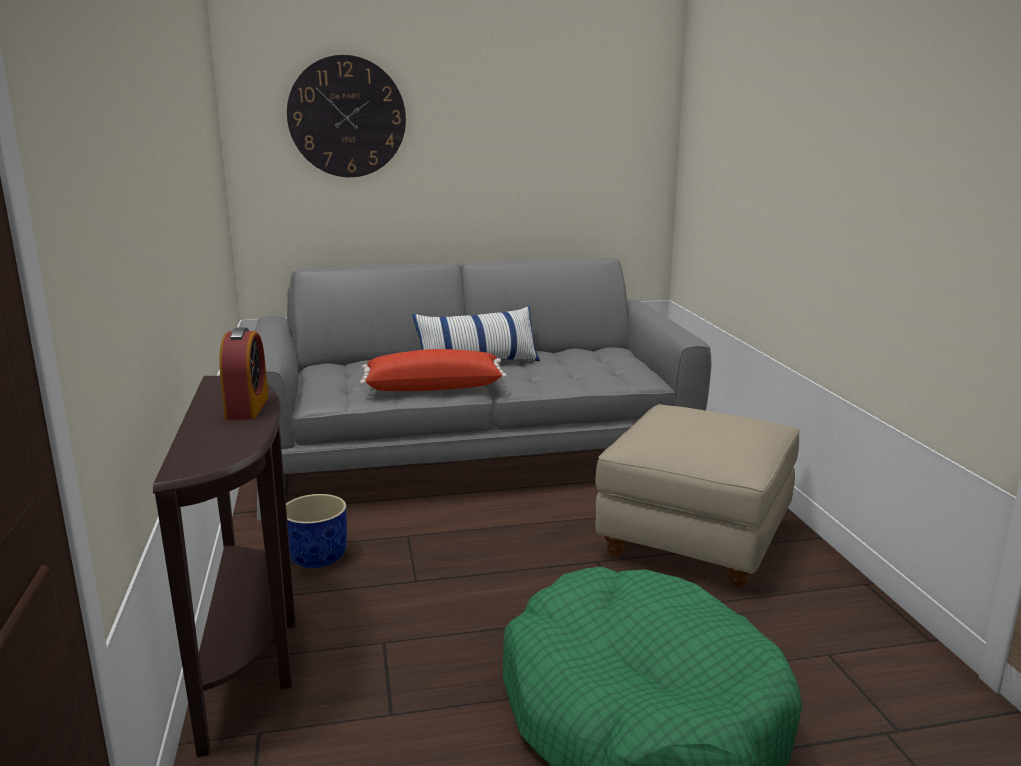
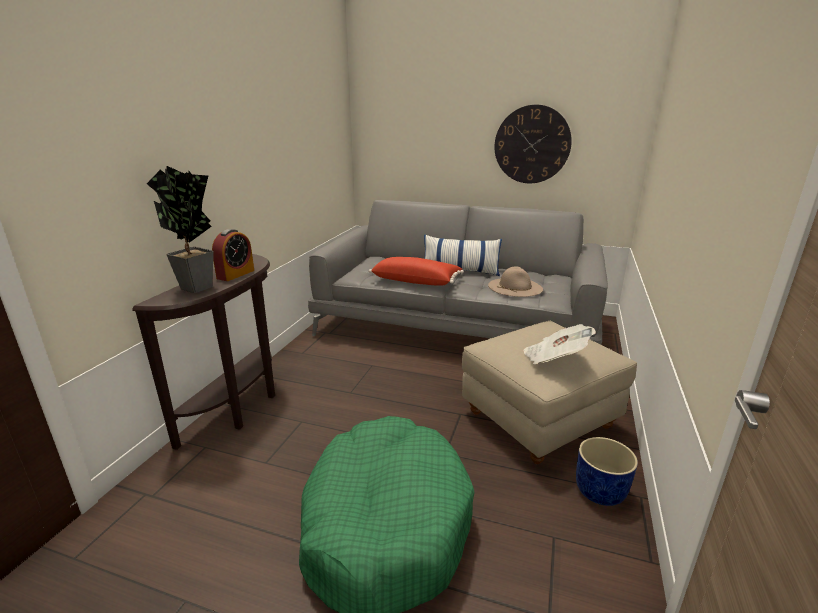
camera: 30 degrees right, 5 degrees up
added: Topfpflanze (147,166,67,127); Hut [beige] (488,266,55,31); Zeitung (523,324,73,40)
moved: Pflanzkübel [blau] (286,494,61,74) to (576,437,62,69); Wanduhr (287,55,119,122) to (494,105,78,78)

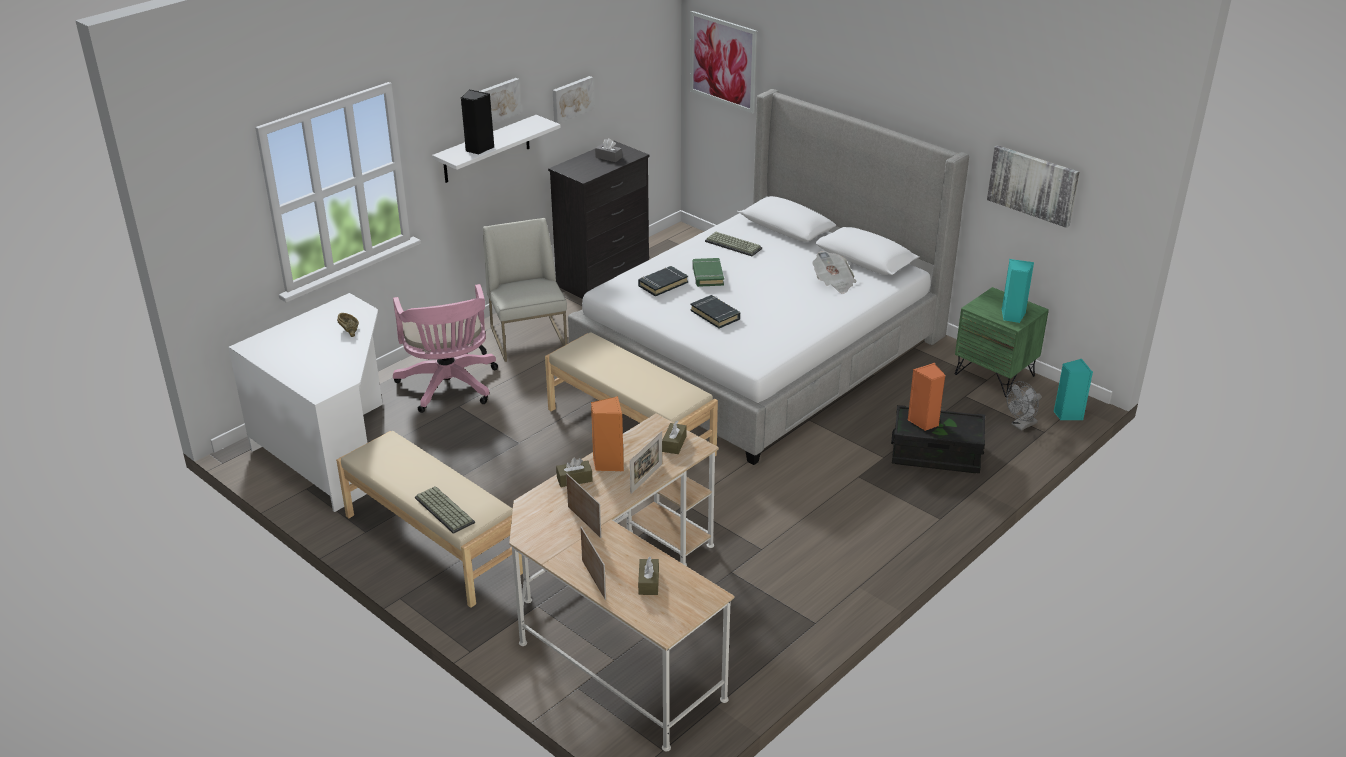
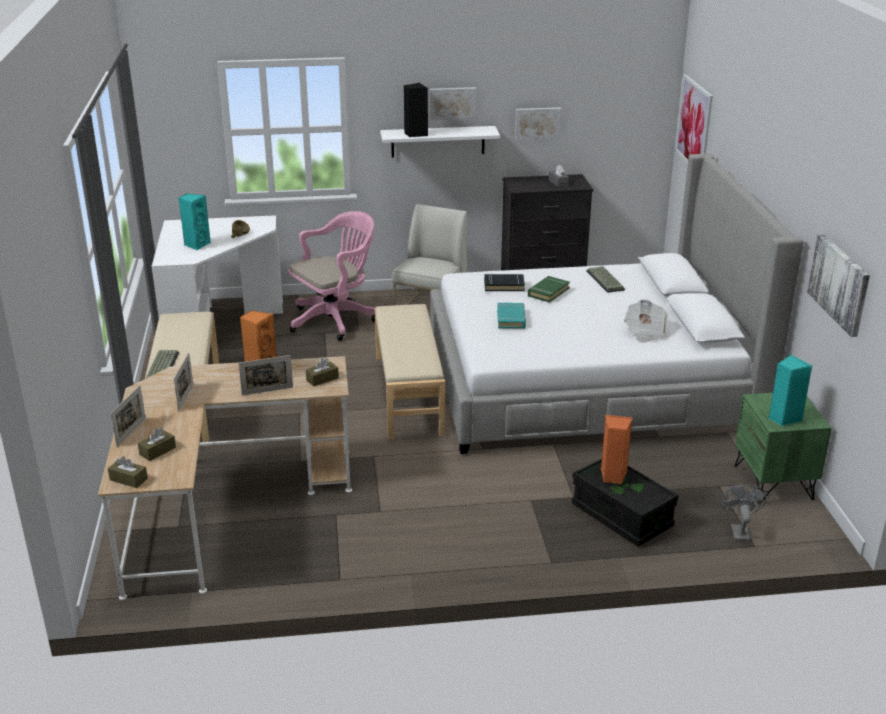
camera: 40 degrees right, 5 degrees down
moved: Taschentuchbox [braun] (556,458,37,29) to (108,456,40,32); Lautsprecher [türkis] (1054,359,39,61) to (179,193,32,57)
recoloured: Buch [schwarz] (690,295,50,33) to Buch [türkis] (497,303,29,26)
turned: Bürostuhl [rosa] (393,284,105,129) = (288,211,87,130) 150 degrees counterclockwise; Ventilator [grau] (1006,381,36,50) = (720,484,46,58) 90 degrees clockwise

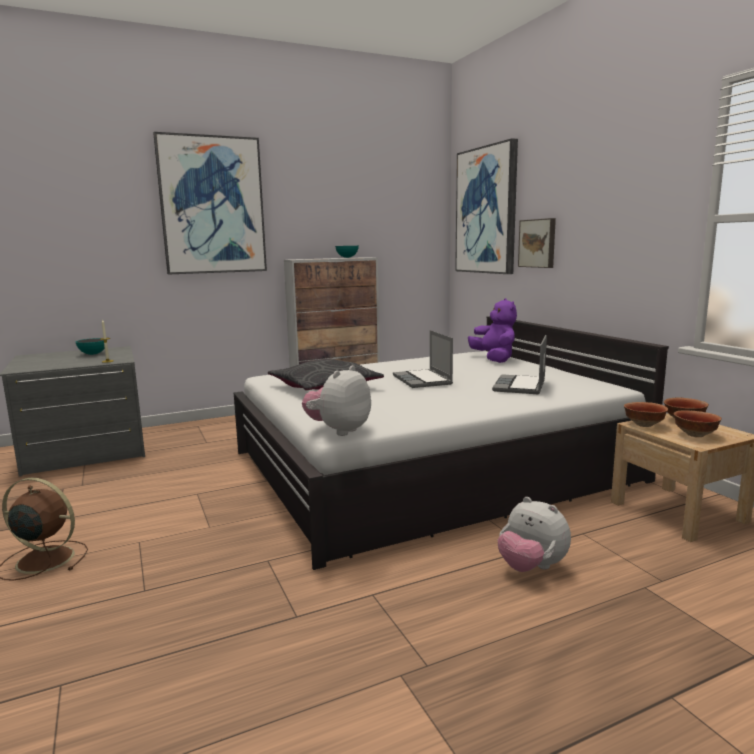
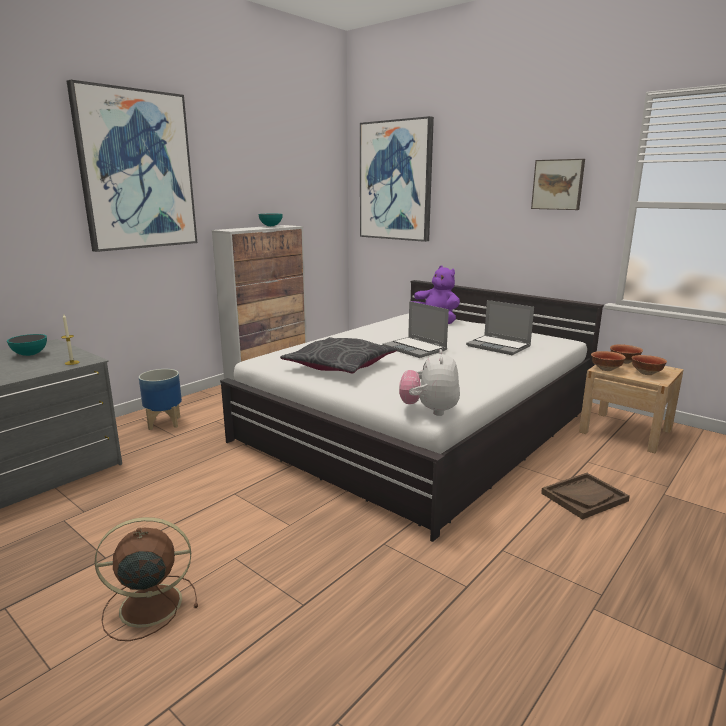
camera: 25 degrees left, 5 degrees up
added: Pflanzkübel (139,369,43,61)
moved: Bild (518,218,38,50) to (531,159,54,51)
replaced: Plüschtier (498,497,73,75) to Tablett [braun] (541,473,89,47)
turned: Laptop (492,335,55,59) = (466,300,68,55) 45 degrees counterclockwise

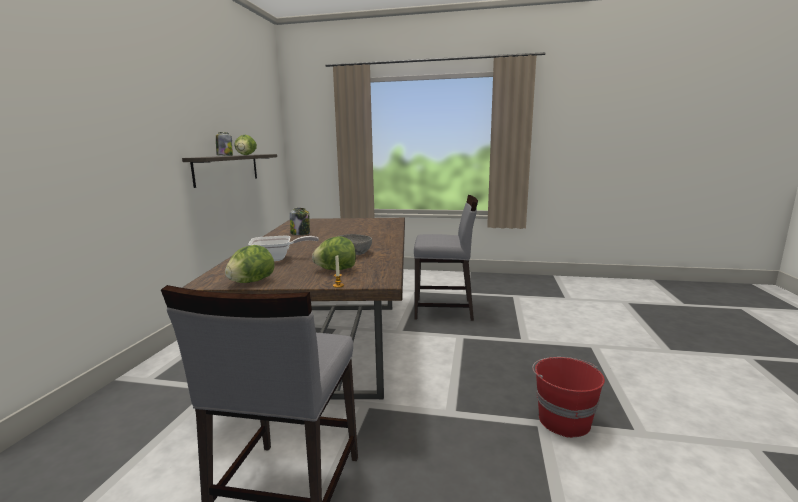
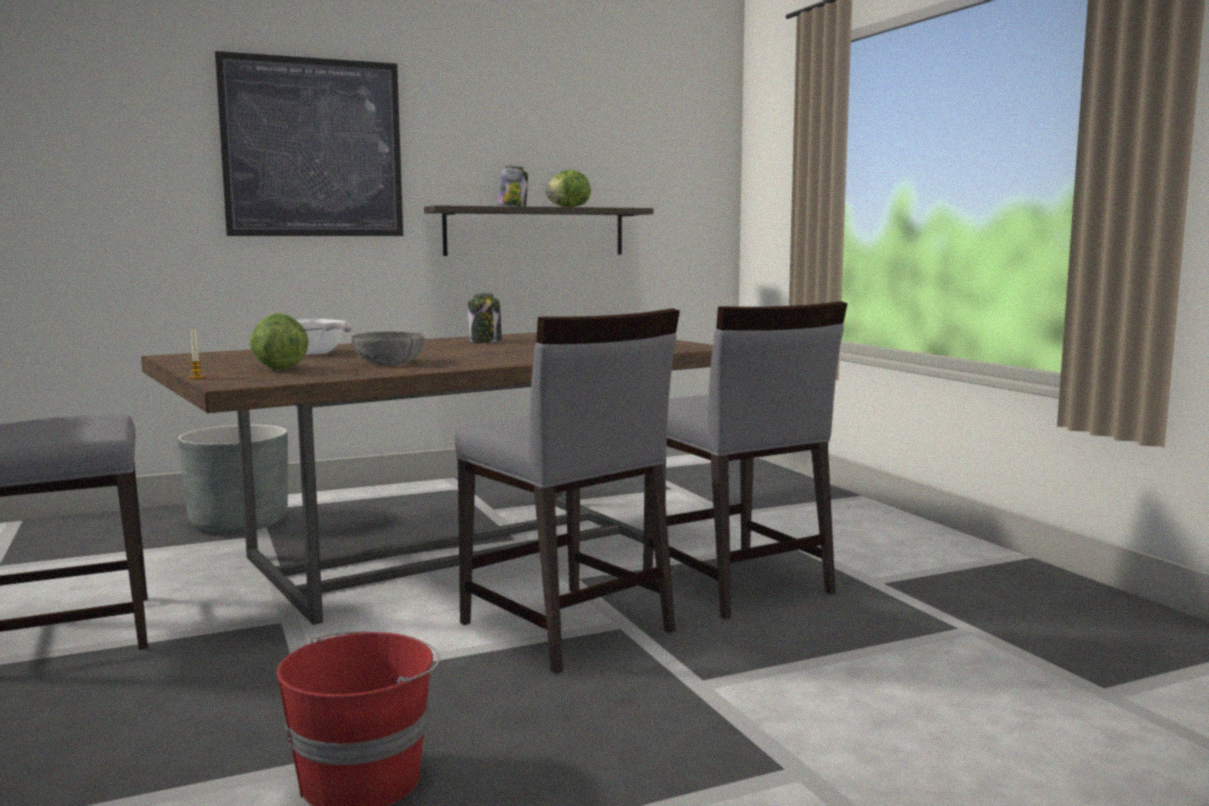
camera: 55 degrees right, 5 degrees down
removed: Salatkopf (225,245,50,38)
added: Pflanzkübel [grau] (178,425,110,108); Bild (215,51,188,185); Stuhl [grau] (455,308,225,366)

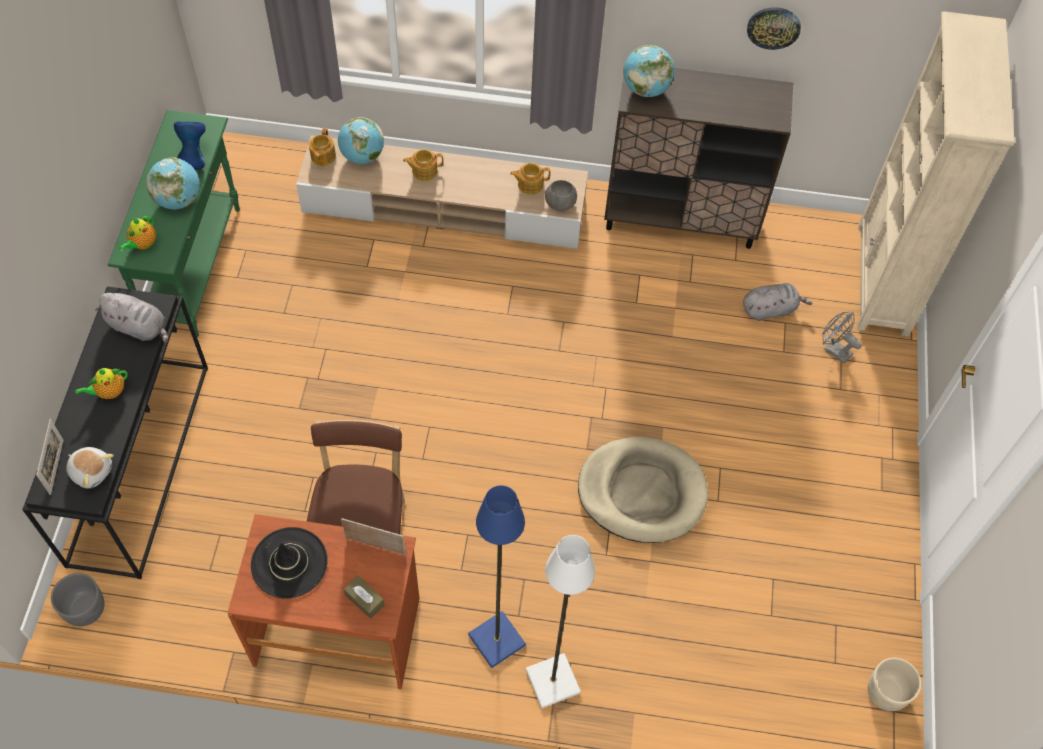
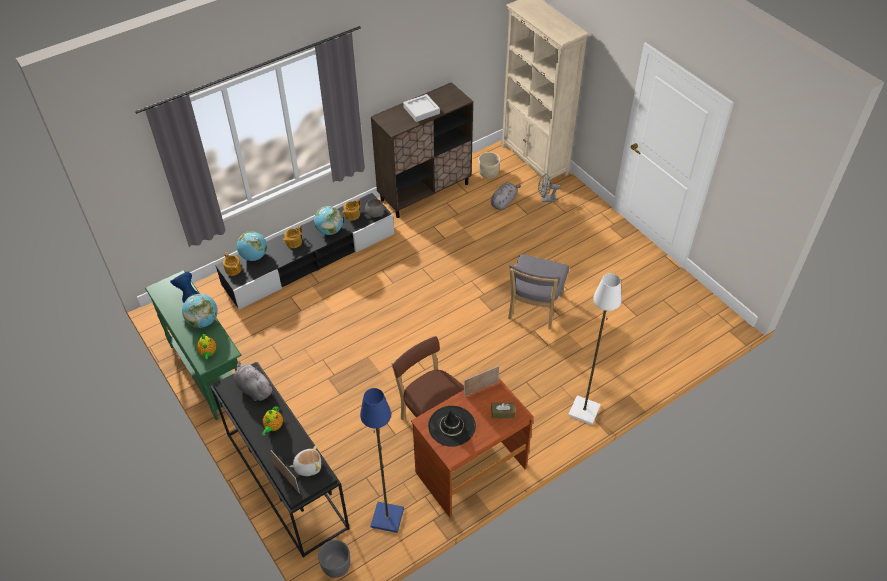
camera: 40 degrees left, 10 degrees down
removed: Wanduhr (747,7,54,43)
added: Tablett [grau] (403,94,37,28)
moved: Stehlampe [blau] (468,485,58,183) to (360,388,44,145); Globus (623,45,52,52) to (314,206,29,29); Pflanzkübel [beige] (868,658,53,53) to (478,152,22,27)
replaced: Hundebett [beige] (578,437,130,106) to Stuhl [grau] (508,254,61,76)
recoloured: Fernsehschrank [beige] (296,135,292,114) to Fernsehschrank [schwarz] (215,193,179,117)
turned: Plüschtier [grau] (95,293,73,50) = (234,361,39,40) 120 degrees counterclockwise

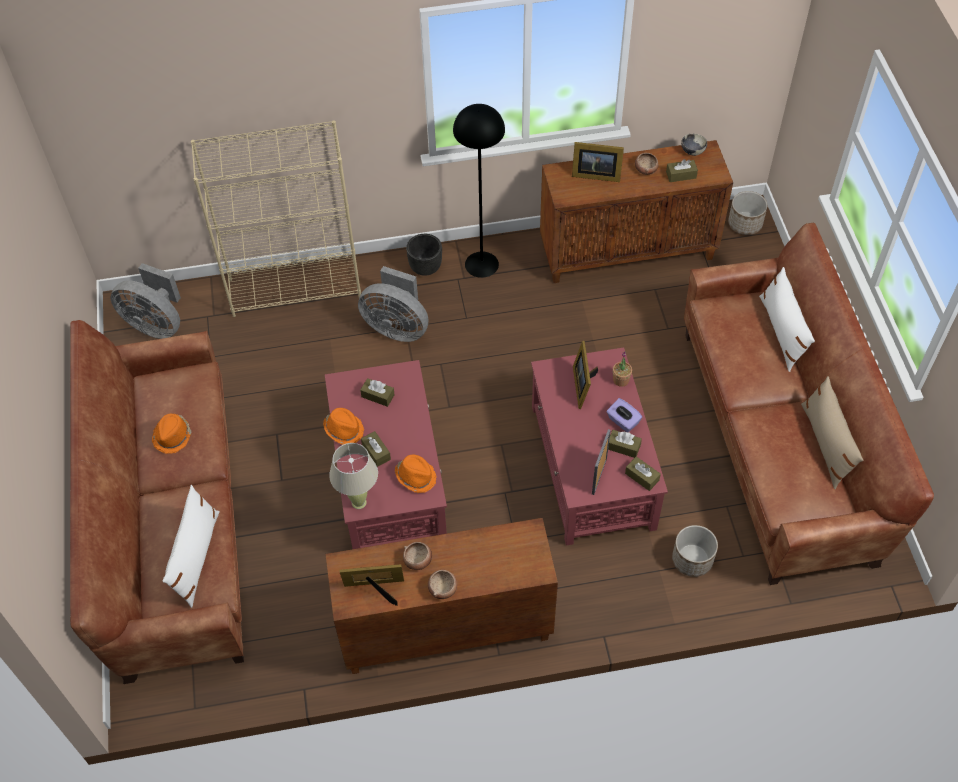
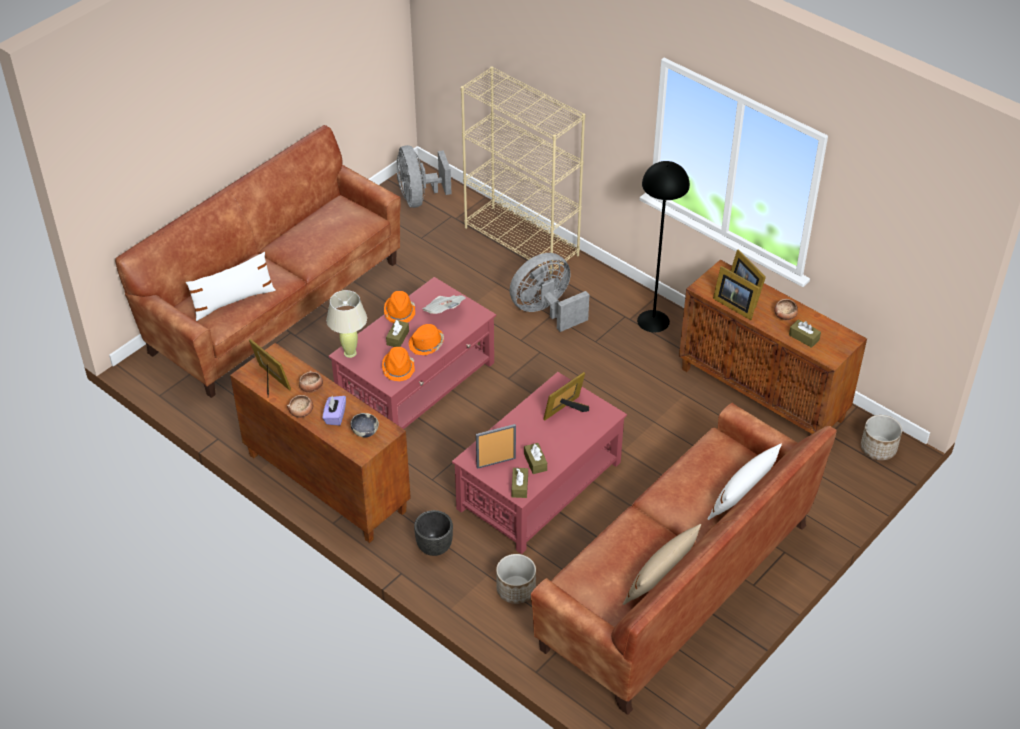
camera: 50 degrees right, 10 degrees down
removed: Topfpflanze (613,351,19,36)
added: Bilderrahmen (713,266,47,54)
moved: Hut [orange] (152,414,40,40) to (409,324,35,31); Pflanzkübel [schwarz] (406,234,36,42) to (414,510,39,46); Taschentuchbox [lila] (607,398,35,34) to (323,396,23,30); Schüssel (681,134,26,22) to (351,413,28,25)
replaced: Taschentuchbox [braun] (360,378,35,29) to Zeitung (422,295,44,19)
turned: Ventilator [grau] (358,266,70,76) = (509,253,80,79) 75 degrees clockwise

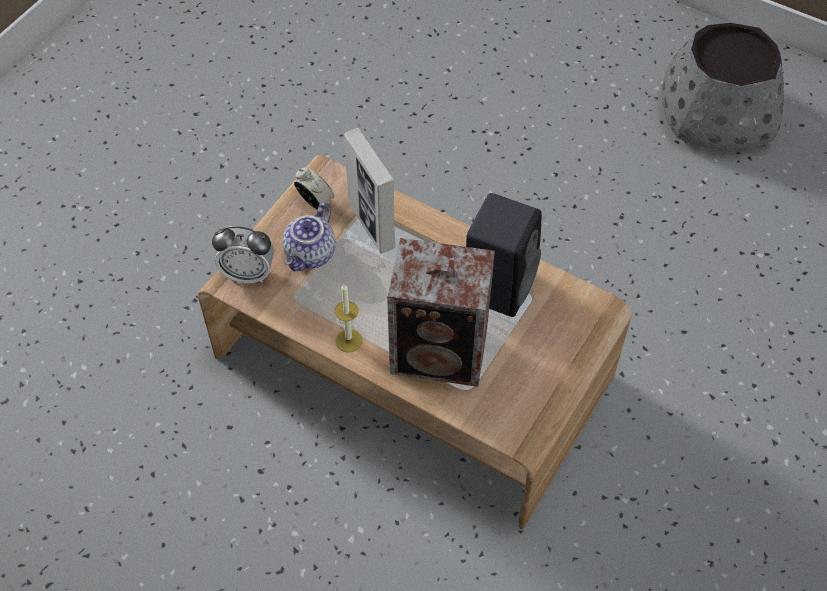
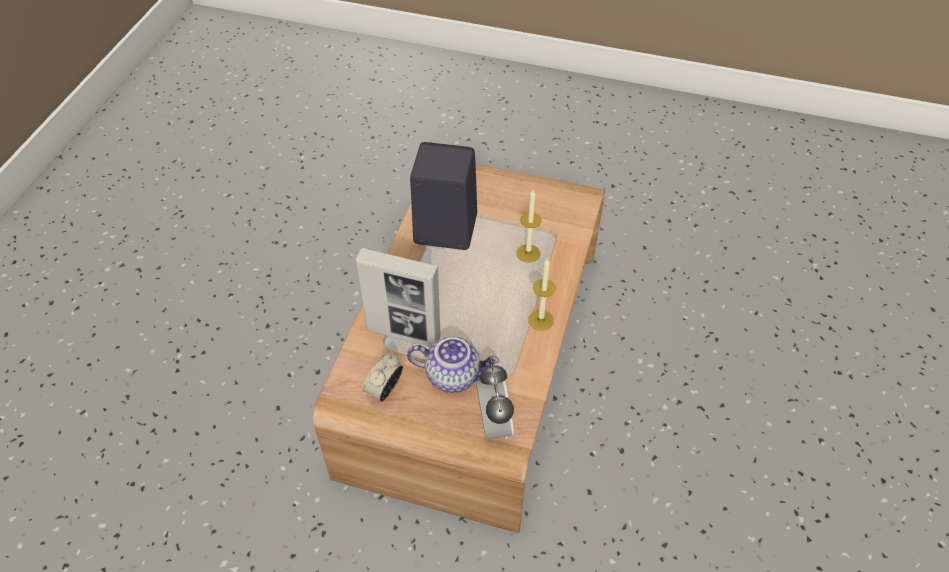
camera: 105 degrees left, 5 degrees down
removed: Pflanzkübel [grau] (662,23,122,127)
replaced: Lautsprecher (387,238,108,149) to Kerze (516,190,26,73)
turned: Bilderrahmen (344,128,52,125) = (356,248,85,99) 60 degrees clockwise

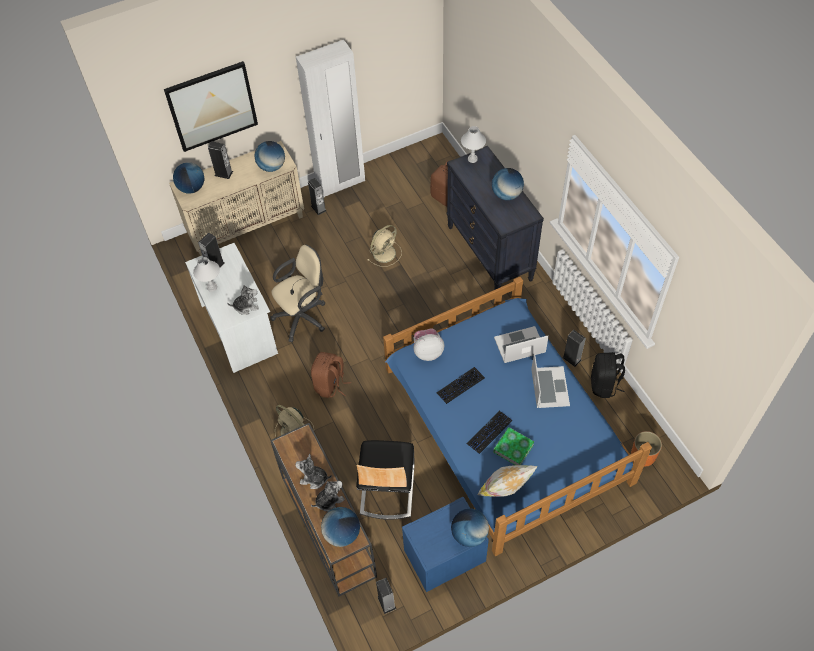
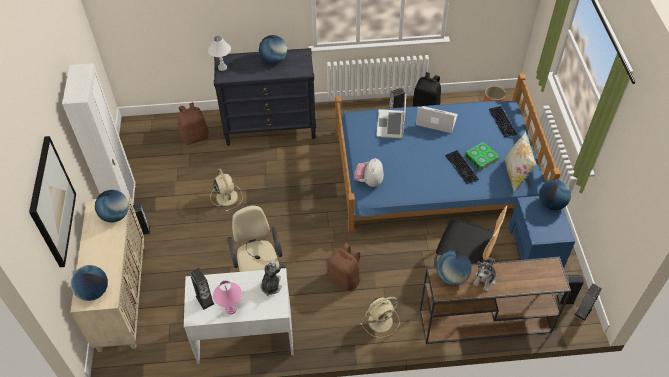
camera: 70 degrees left, 5 degrees down
removed: Plüschtier (311,481,34,31)
moved: Lautsprecher (208,141,25,38) to (574,284,28,37); Globus (321,507,39,40) to (436,250,36,35); Tastatur (437,367,48,37) to (488,106,29,31)
recoloured: Tischlampe [weiß] (193,257,27,35) to Tischlampe [rosa] (213,281,29,34)

